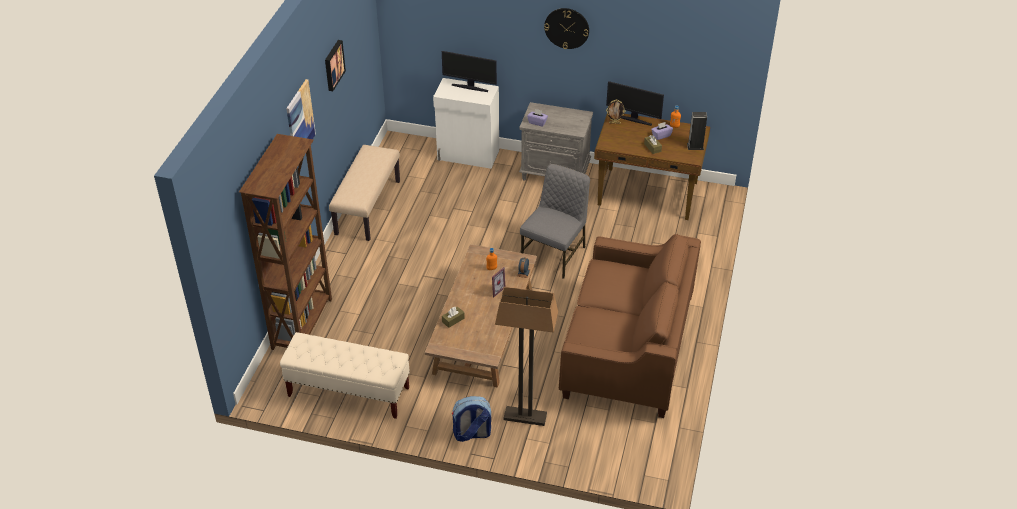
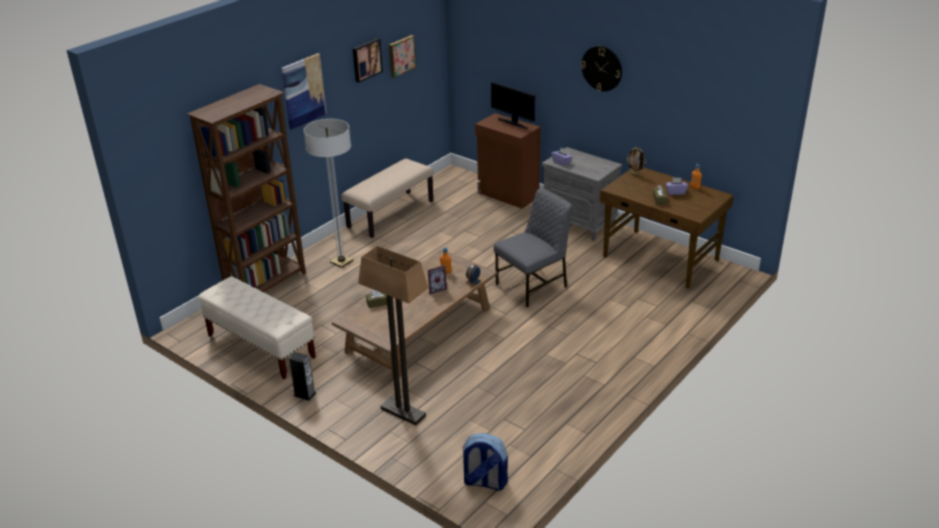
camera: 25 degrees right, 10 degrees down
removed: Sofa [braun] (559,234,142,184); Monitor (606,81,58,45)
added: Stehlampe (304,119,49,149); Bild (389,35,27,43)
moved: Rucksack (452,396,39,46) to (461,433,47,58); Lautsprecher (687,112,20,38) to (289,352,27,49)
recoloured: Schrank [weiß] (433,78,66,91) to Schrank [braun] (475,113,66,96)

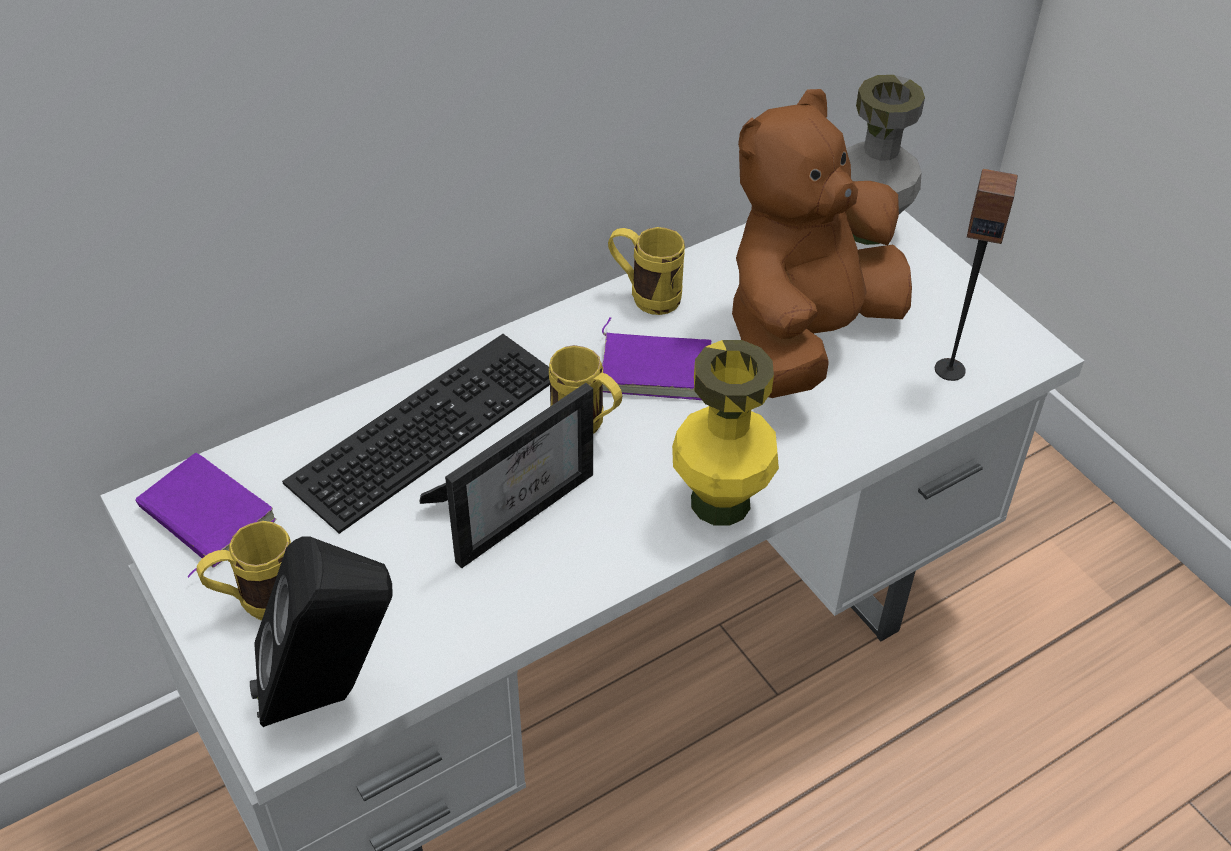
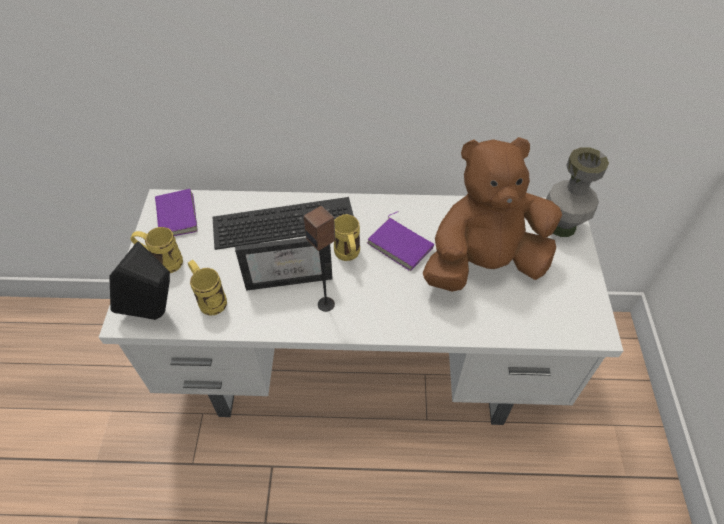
camera: 35 degrees right, 5 degrees up
removed: Vase [gelb] (672,340,107,186)
moved: Henkelbecher [gelb] (608,227,77,88) to (188,260,39,56); Lautsprecher (935,168,83,213) to (304,206,31,106)

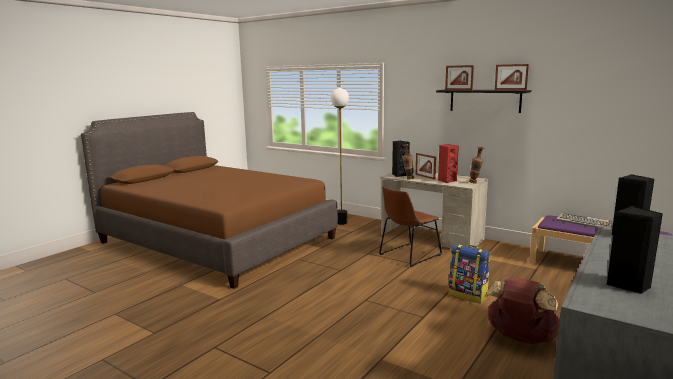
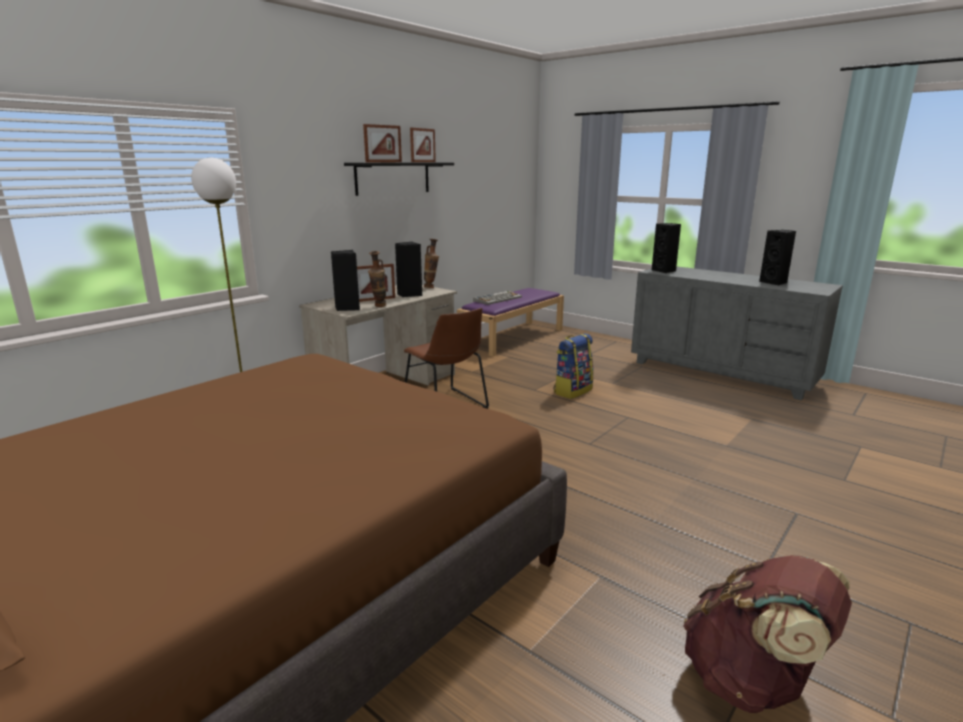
camera: 85 degrees left, 5 degrees up
moved: Rucksack [braun] (487,276,73,68) to (683,555,169,158)
recoloured: Lautsprecher [rot] (438,144,21,39) to Lautsprecher [schwarz] (395,242,27,55)

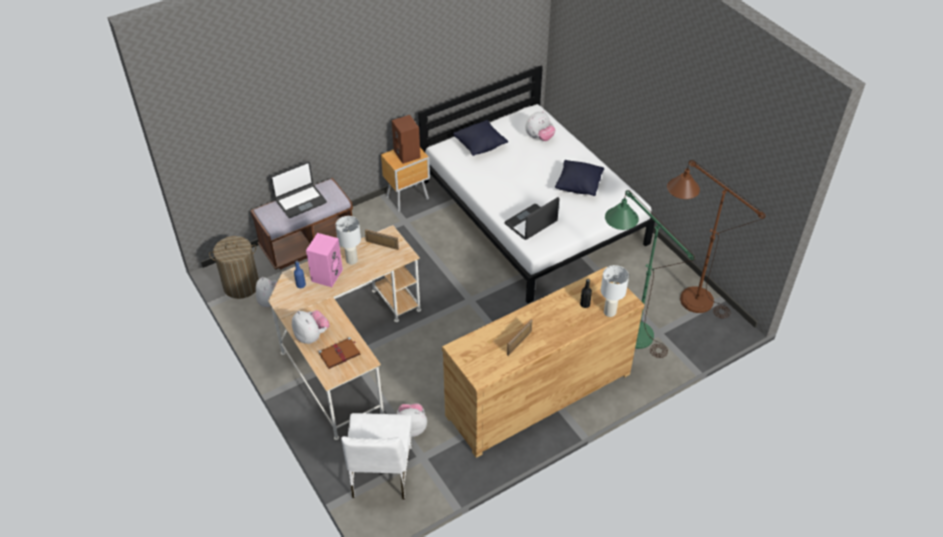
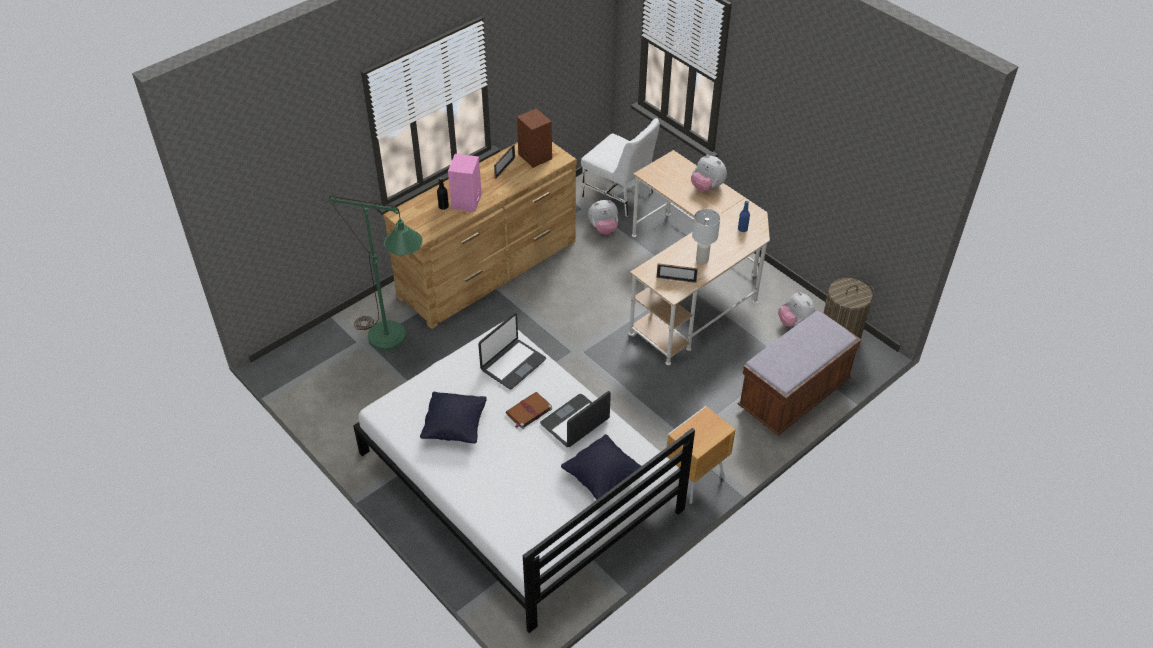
camera: 170 degrees right, 0 degrees up
removed: Plüschtier (525,111,30,30); Tischlampe [weiß] (601,265,28,52); Stehlampe [braun] (667,160,99,158)
moved: Laptop (271,161,56,57) to (540,391,71,56); Lautsprecher [rosa] (306,233,37,54) to (448,154,34,58); Buch [braun] (318,337,42,32) to (506,392,46,37); Lautsprecher [braun] (392,115,29,49) to (517,108,35,60)
turned: Stuhl [weiß] (341,413,71,87) = (581,118,79,99) 135 degrees clockwise

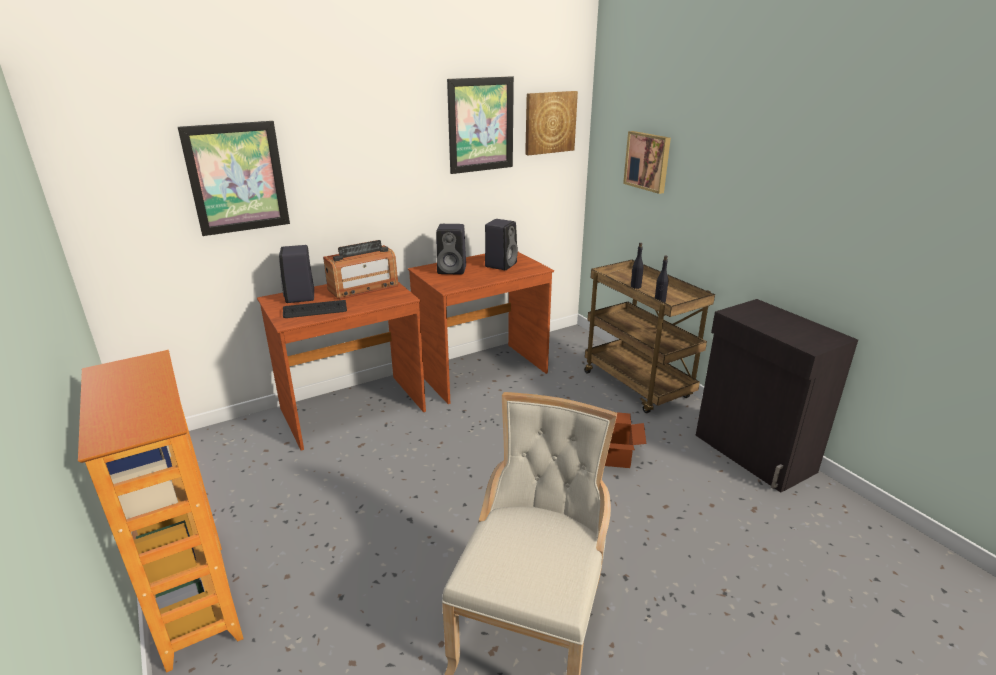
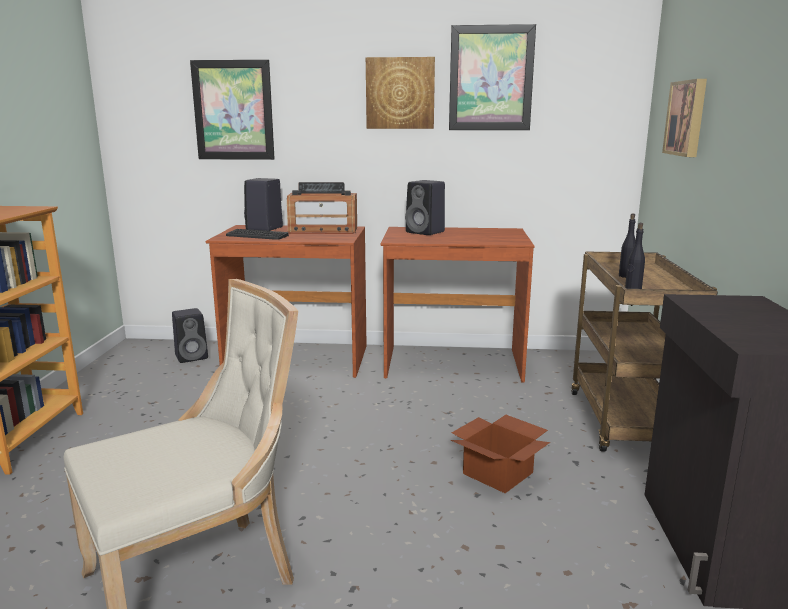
camera: 35 degrees right, 10 degrees down
moved: Lautsprecher [schwarz] (485,219,33,51) to (172,308,36,55); Bild (525,91,53,65) to (366,57,69,72)

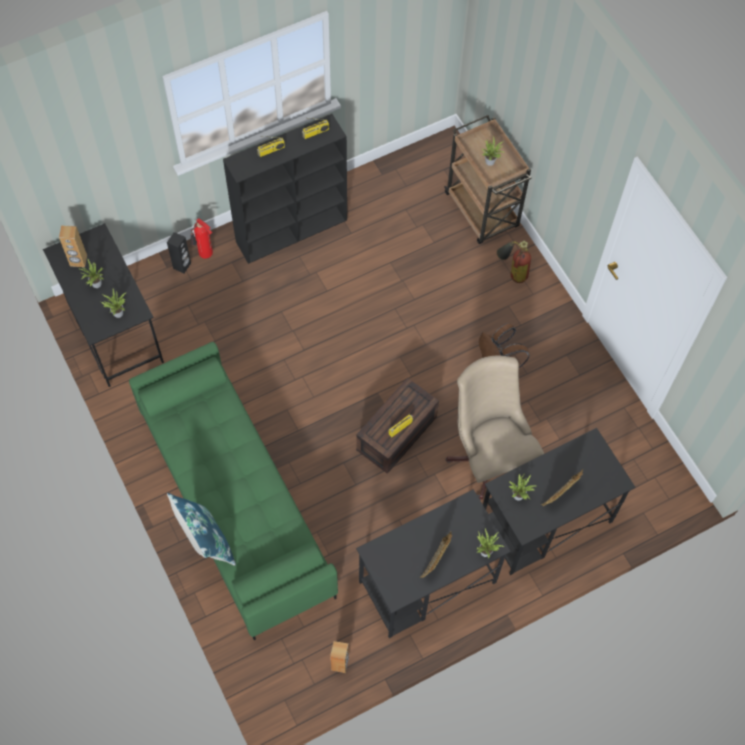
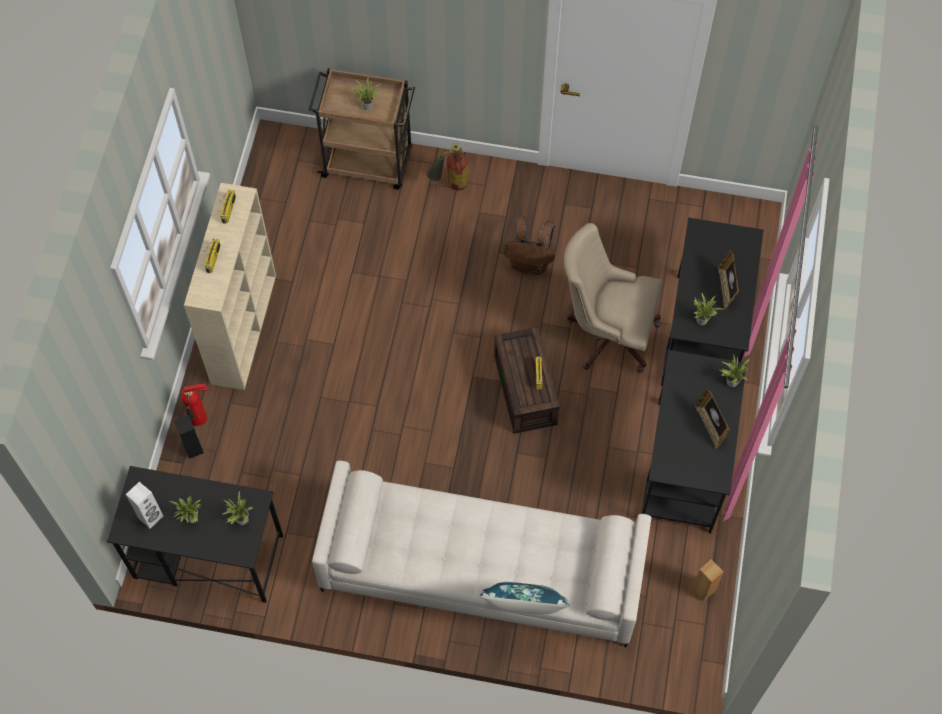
camera: 50 degrees left, 0 degrees up
recoloured: Lautsprecher [braun] (59,225,28,42) to Lautsprecher [weiß] (126,482,37,47); Sofa [grün] (129,342,209,298) to Sofa [weiß] (312,460,339,187); Bücherregal [schwarz] (223,114,124,150) to Bücherregal [beige] (184,183,92,207)

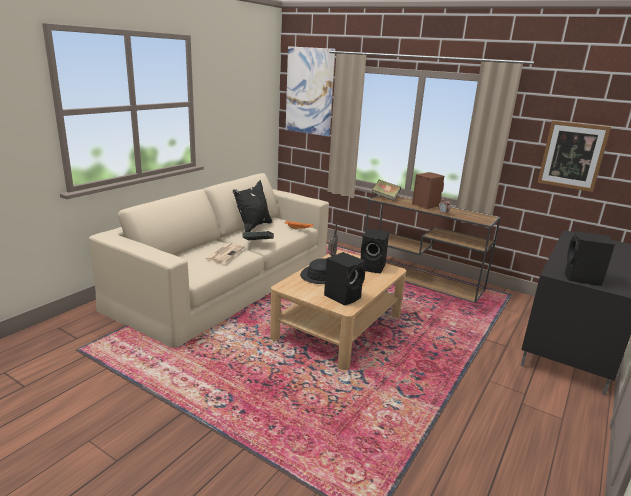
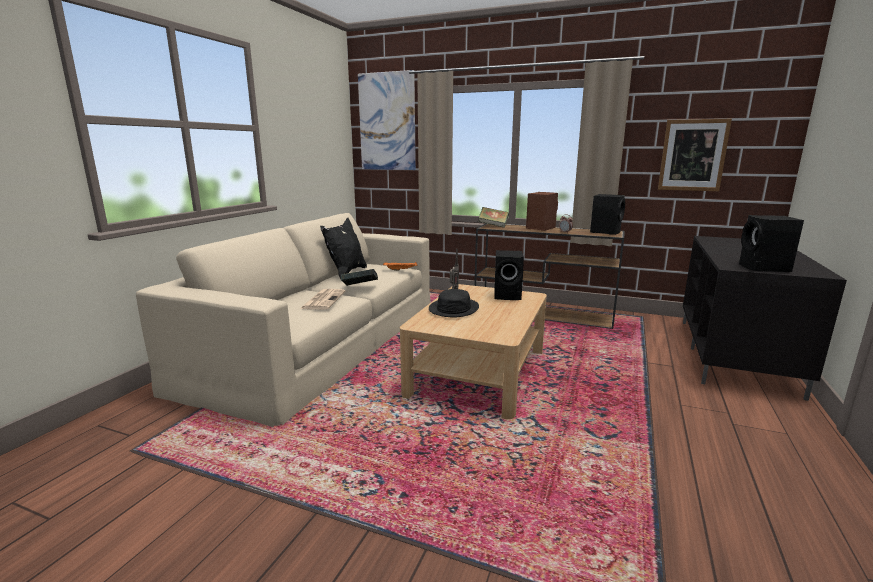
camera: 10 degrees left, 5 degrees down
moved: Lautsprecher [schwarz] (324,252,41,54) to (590,194,35,41)

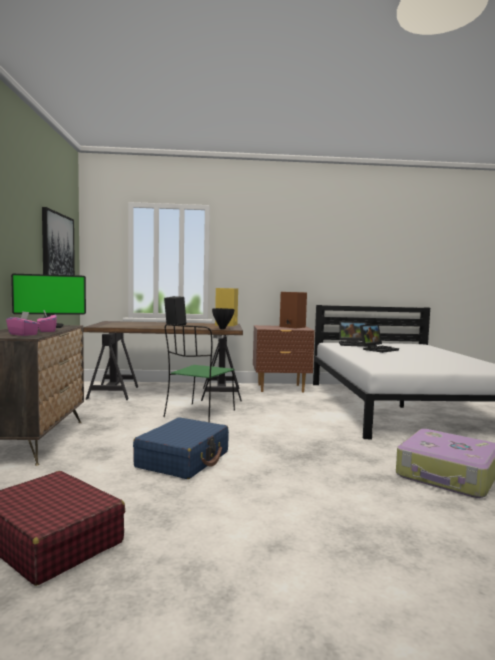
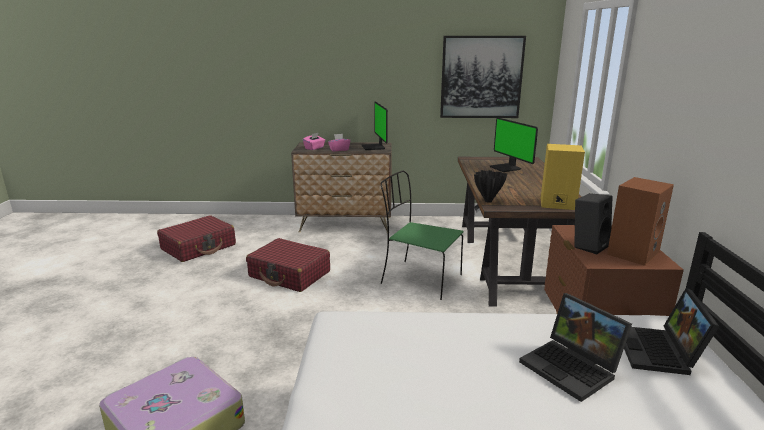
camera: 95 degrees right, 15 degrees up
added: Monitor (490,117,48,55)
moved: Lautsprecher [schwarz] (164,296,22,29) to (574,193,39,61)
recoloured: Koffer [blau] (133,417,96,62) to Koffer [rot] (246,238,84,54)

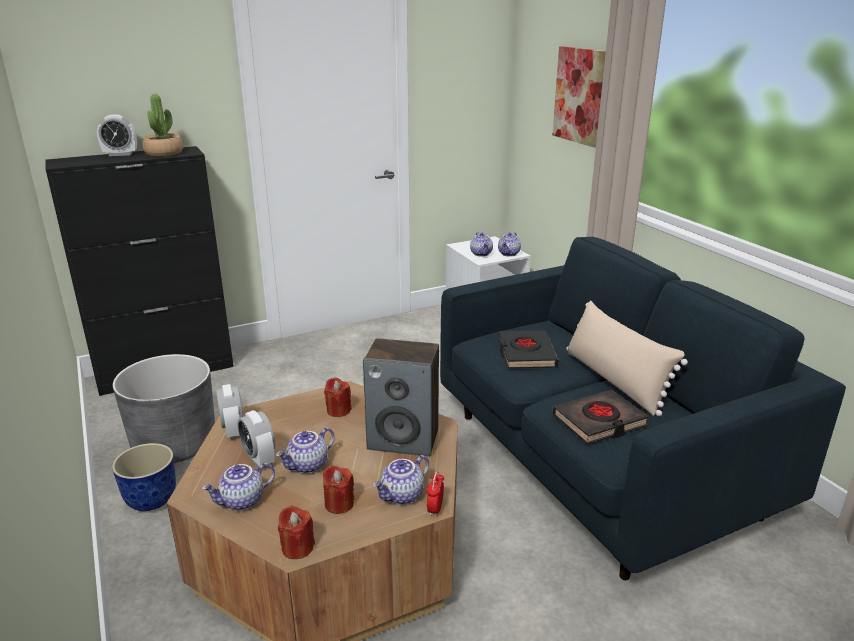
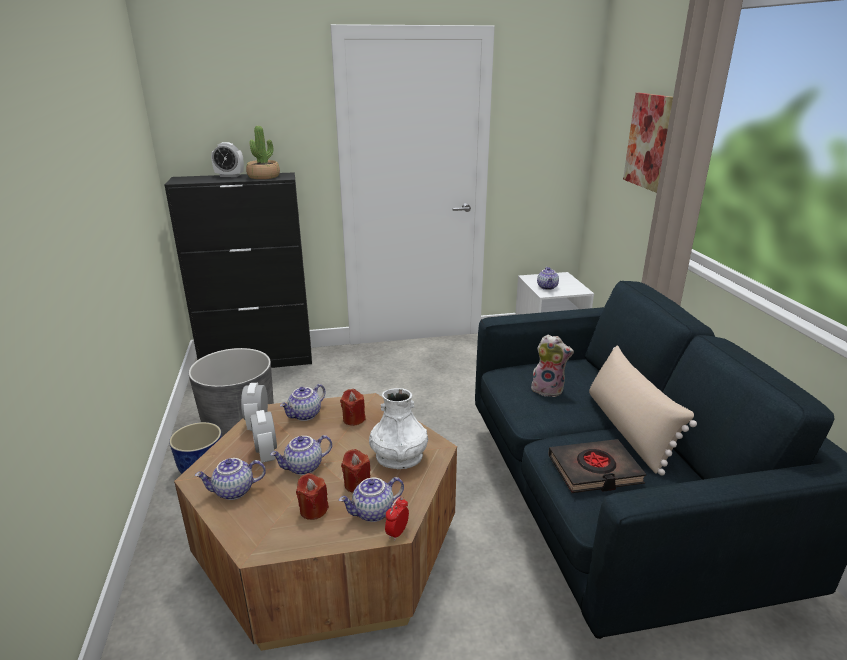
camera: 15 degrees right, 0 degrees up
moved: Kerze [rot] (278,506,37,53) to (341,449,30,44); Teekanne (498,232,23,25) to (280,384,46,37)
replaced: Lautsprecher (363,338,76,119) to Vase [weiß] (369,388,59,82); Buch [schwarz] (498,330,60,38) to Plüschtier (531,335,43,62)

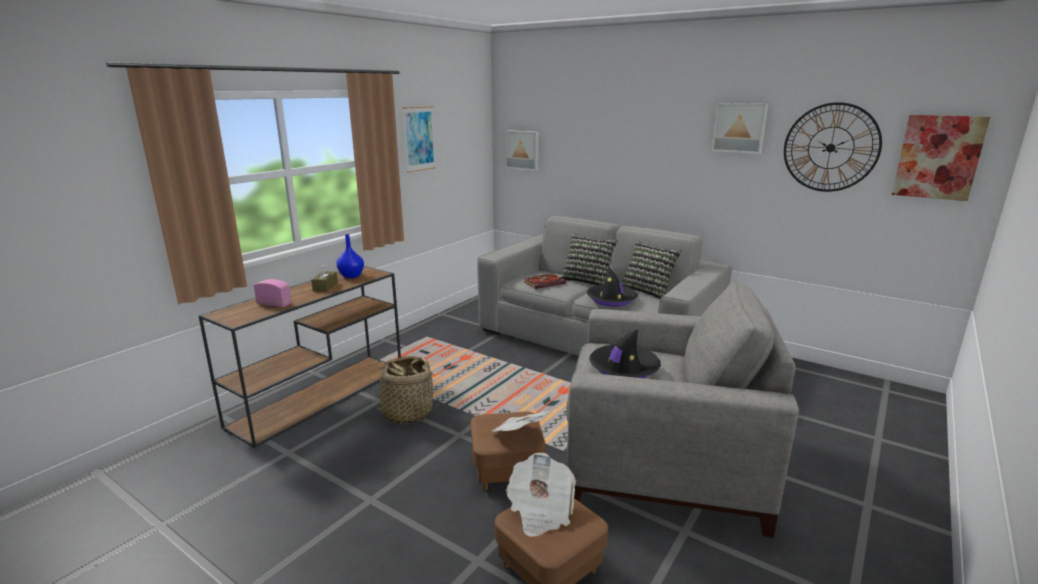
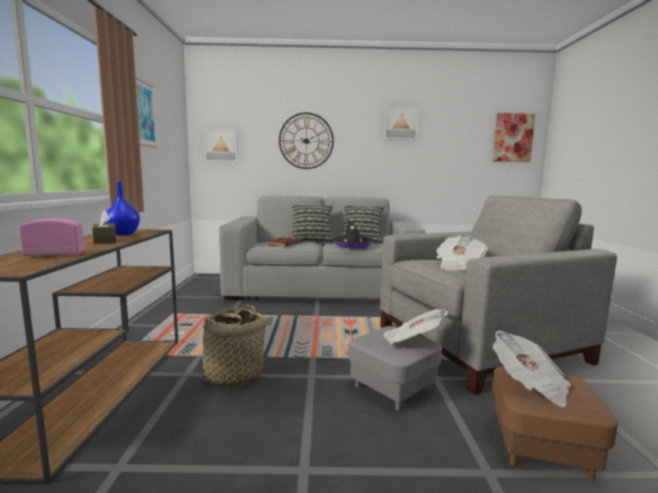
camera: 35 degrees left, 10 degrees down
moved: Wanduhr (784,102,98,90) to (279,112,55,57)
replaced: Hut [schwarz] (589,329,72,49) to Zeitung (436,235,52,36)
recoloured: Polsterhocker [braun] (471,411,75,79) to Polsterhocker [grau] (348,326,94,85)

